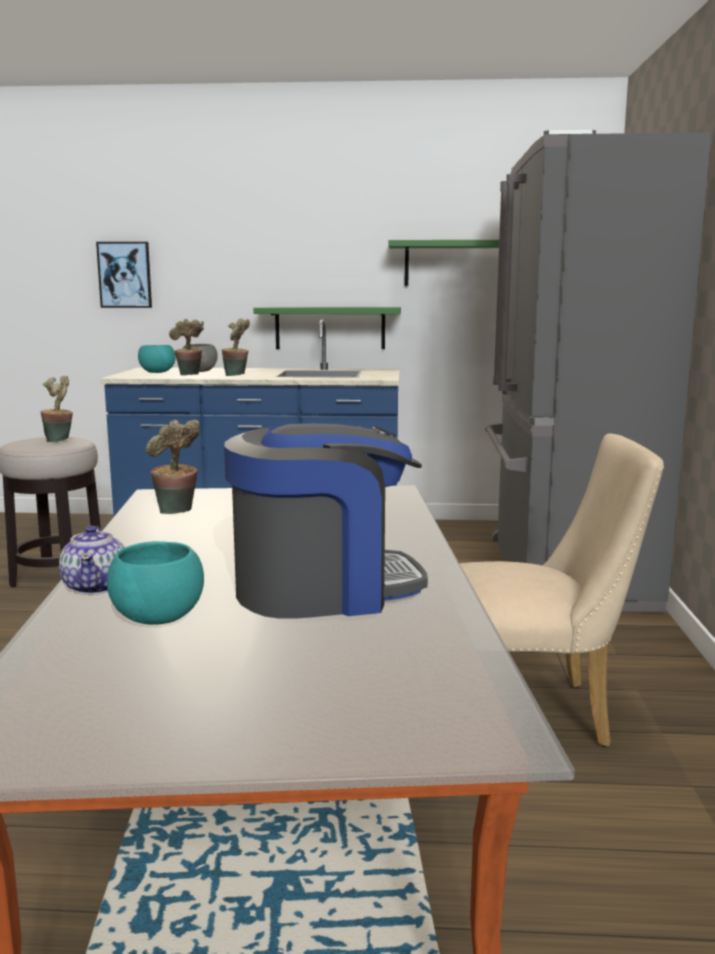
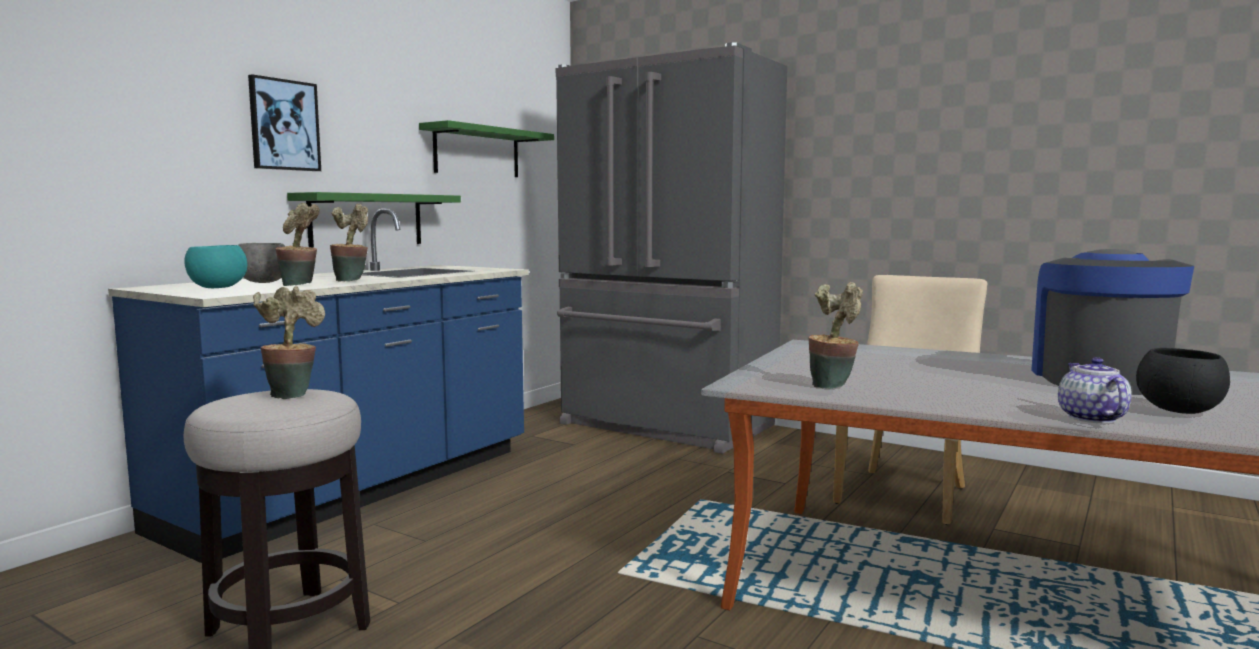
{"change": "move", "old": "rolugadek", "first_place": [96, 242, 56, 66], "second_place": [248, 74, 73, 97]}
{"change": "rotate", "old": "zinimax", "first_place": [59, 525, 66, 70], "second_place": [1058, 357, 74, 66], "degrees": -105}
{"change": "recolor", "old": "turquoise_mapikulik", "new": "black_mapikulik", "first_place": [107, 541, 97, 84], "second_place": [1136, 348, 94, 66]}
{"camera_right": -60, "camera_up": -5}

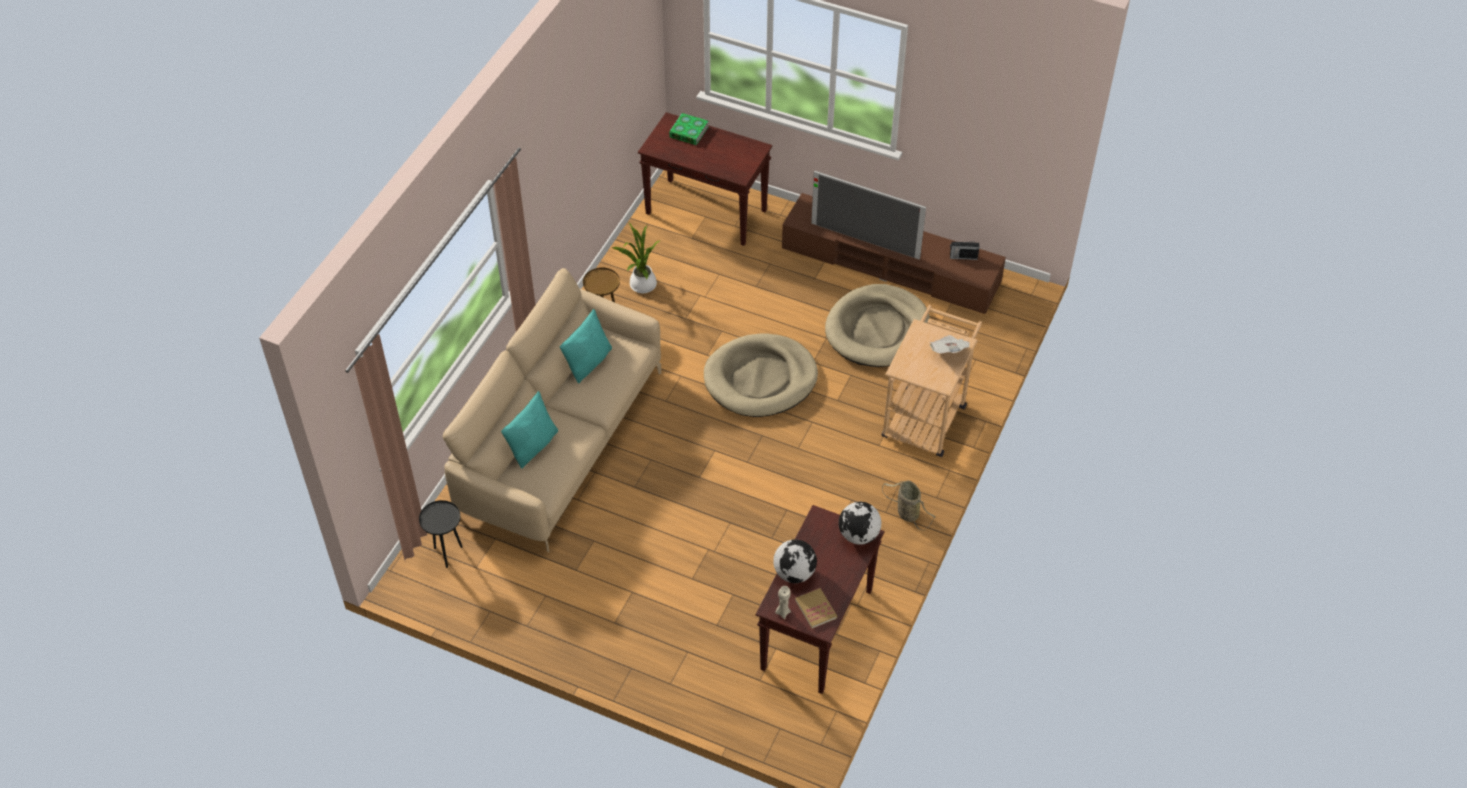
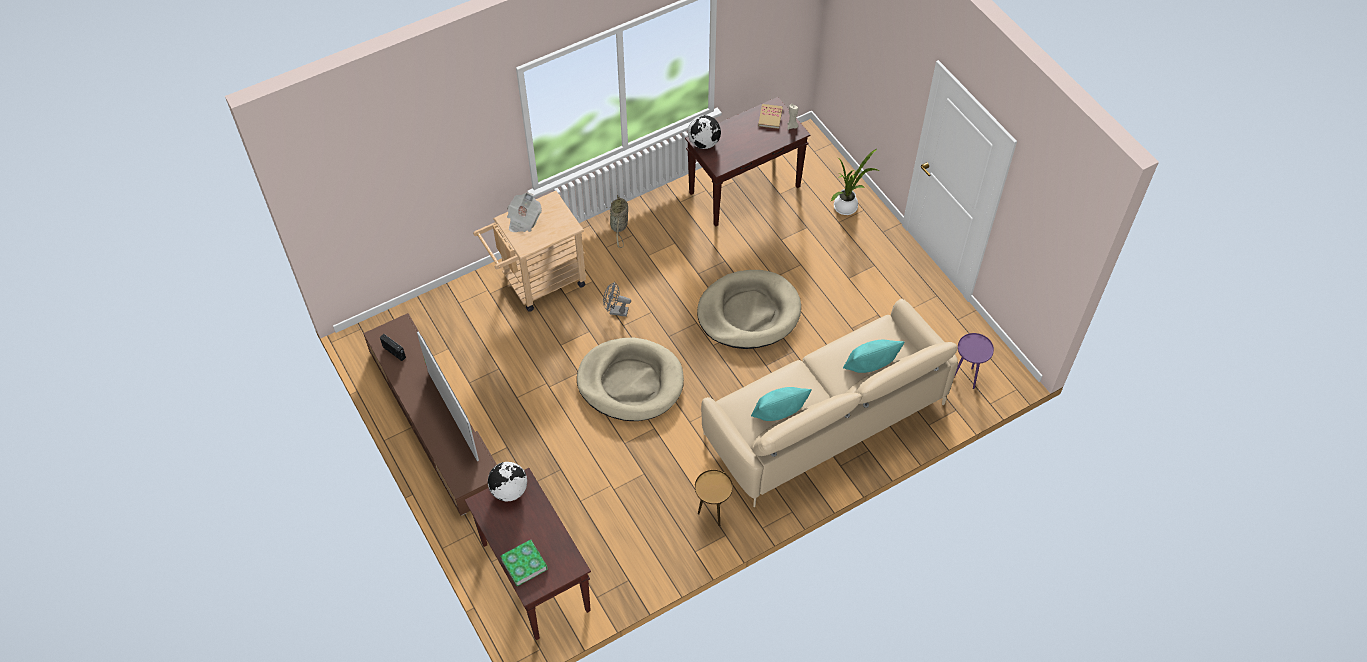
{"change": "move", "old": "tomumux", "first_place": [612, 223, 49, 70], "second_place": [831, 149, 49, 66]}
{"change": "move", "old": "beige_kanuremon", "first_place": [825, 284, 105, 83], "second_place": [697, 270, 104, 79]}
{"change": "recolor", "old": "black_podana", "new": "purple_podana", "first_place": [419, 500, 44, 68], "second_place": [954, 333, 40, 56]}
{"change": "move", "old": "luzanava", "first_place": [773, 539, 44, 44], "second_place": [488, 462, 39, 39]}
{"change": "insert", "new": "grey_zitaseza", "second_place": [603, 282, 28, 35]}
{"camera_right": -145, "camera_up": 5}

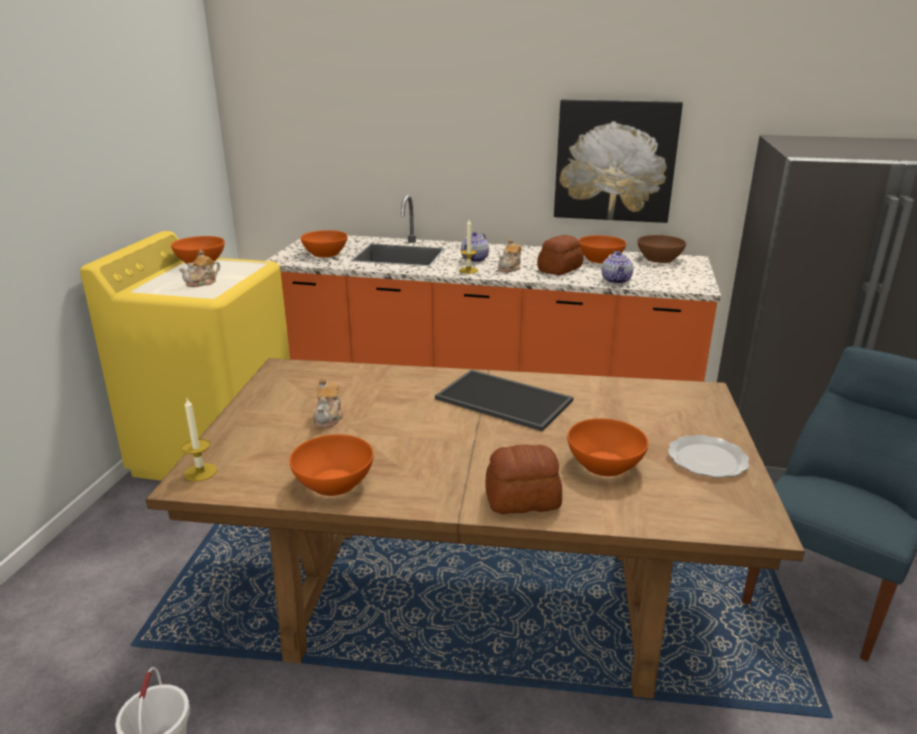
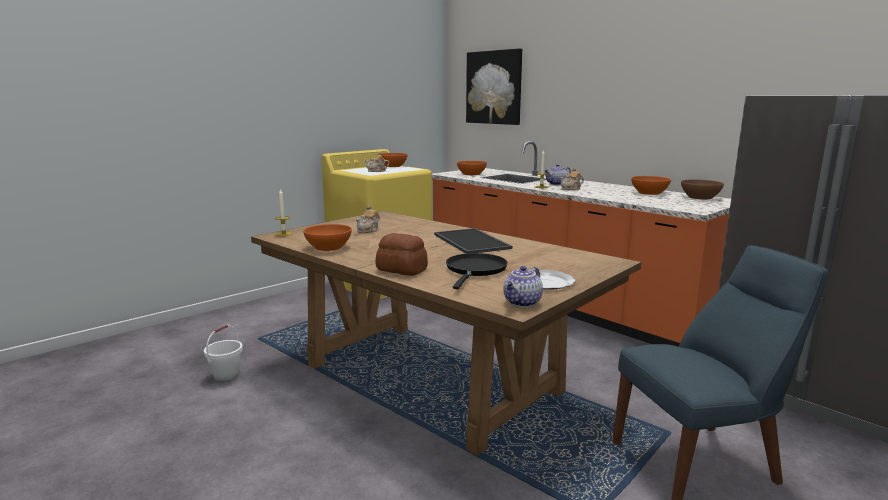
{"change": "move", "old": "rolugadek", "first_place": [554, 99, 129, 124], "second_place": [466, 48, 56, 77]}
{"change": "delete", "old": "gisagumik", "first_place": [537, 235, 46, 40]}
{"change": "move", "old": "zinimax", "first_place": [602, 251, 31, 33], "second_place": [504, 266, 39, 41]}
{"change": "replace", "old": "orange_mapikulik", "new": "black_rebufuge", "first_place": [567, 418, 81, 59], "second_place": [446, 253, 62, 36]}
{"camera_right": 35, "camera_up": -10}

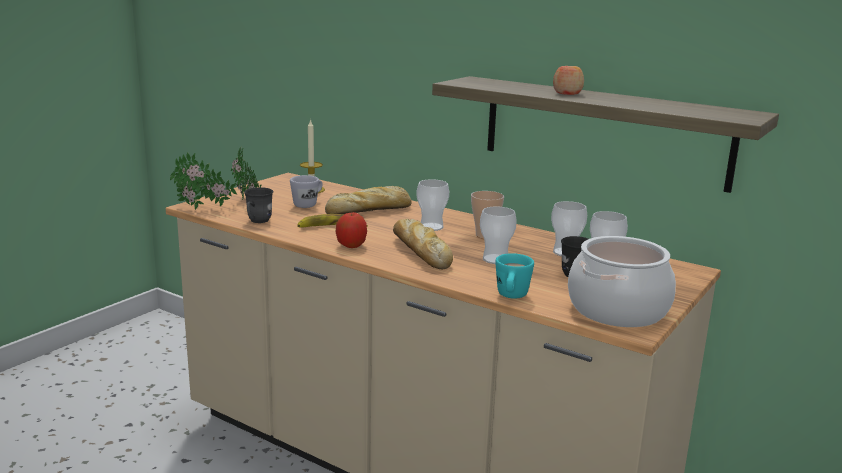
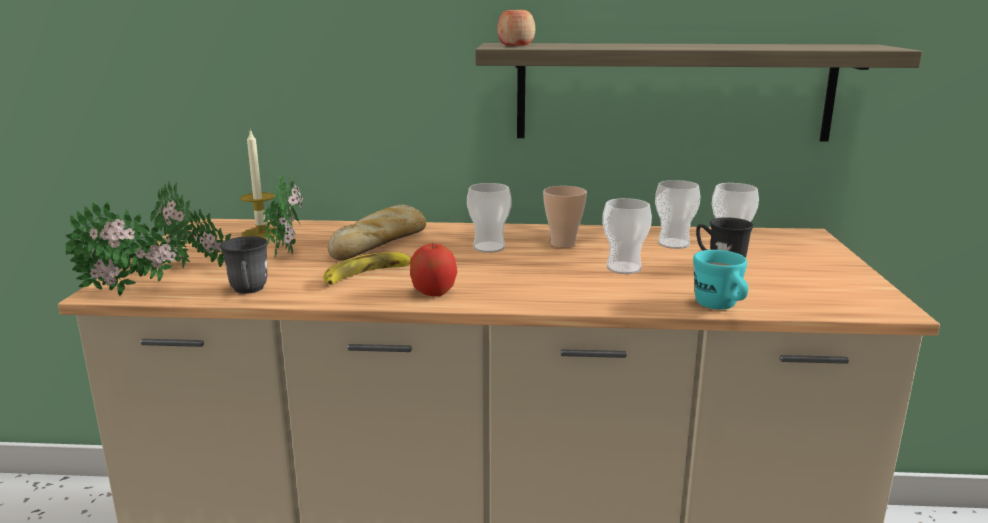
{"change": "move", "old": "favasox", "first_place": [553, 66, 31, 29], "second_place": [497, 10, 38, 36]}
{"change": "replace", "old": "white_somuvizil", "new": "tomumux", "first_place": [290, 175, 33, 33], "second_place": [263, 173, 40, 85]}
{"change": "delete", "old": "gisagumik", "first_place": [393, 219, 60, 50]}
{"change": "delete", "old": "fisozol", "first_place": [568, 236, 108, 91]}
{"camera_right": -30, "camera_up": 0}

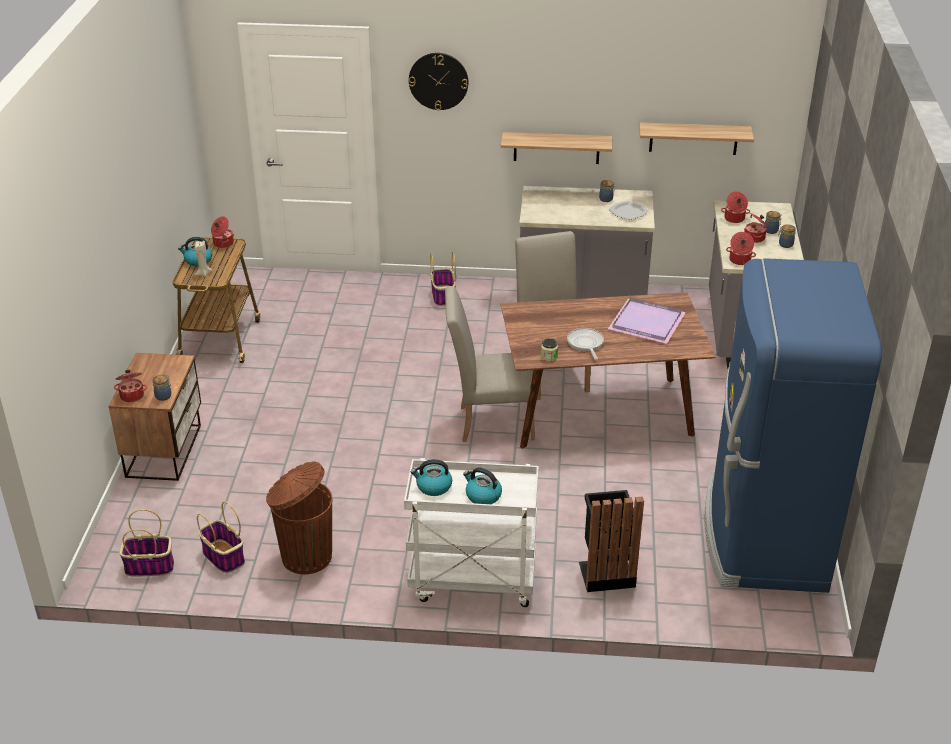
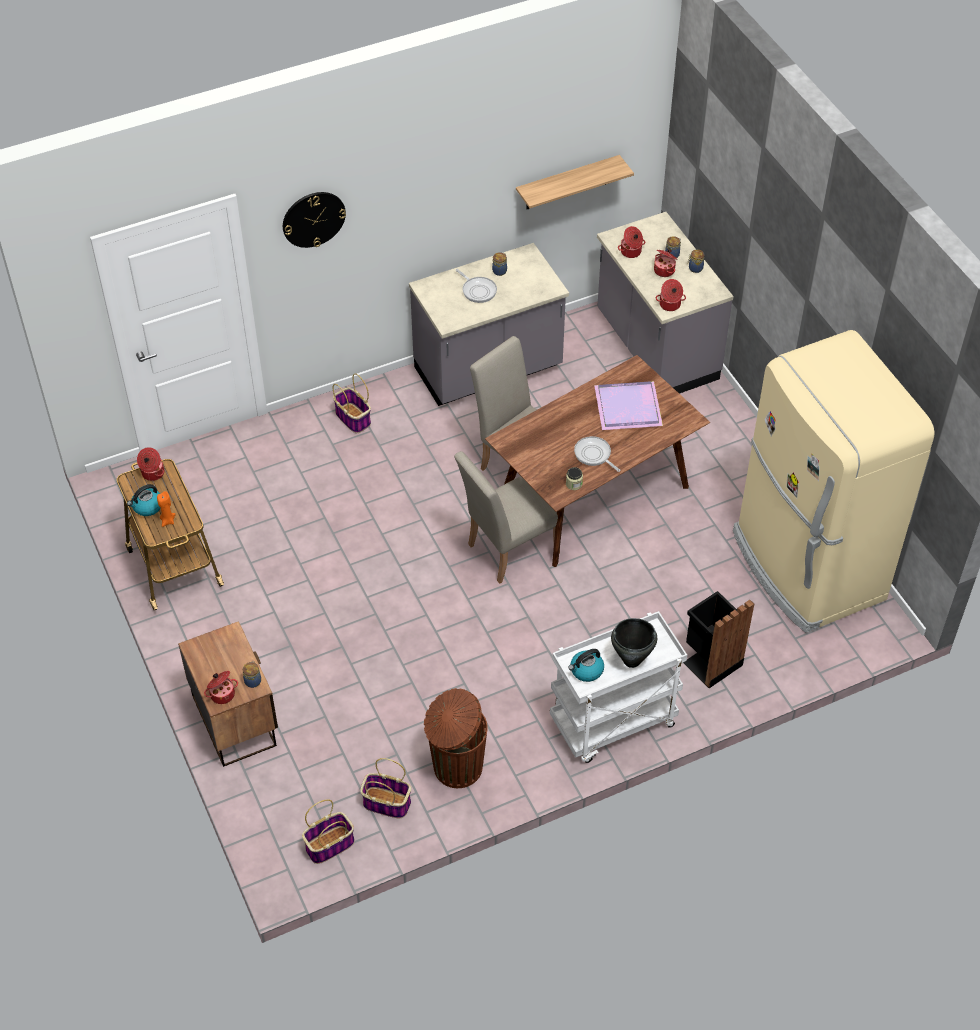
{"change": "delete", "old": "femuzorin", "first_place": [501, 132, 111, 32]}
{"change": "delete", "old": "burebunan", "first_place": [609, 200, 40, 20]}
{"change": "recolor", "old": "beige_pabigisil", "new": "orange_pabigisil", "first_place": [195, 241, 18, 36], "second_place": [157, 491, 19, 36]}
{"change": "recolor", "old": "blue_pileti", "new": "beige_pileti", "first_place": [705, 258, 177, 335], "second_place": [733, 330, 202, 303]}
{"change": "replace", "old": "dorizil", "new": "black_fisozol", "first_place": [463, 468, 39, 36], "second_place": [611, 618, 46, 50]}
{"change": "insert", "new": "rebufuge", "second_place": [456, 269, 41, 34]}
{"camera_right": -30, "camera_up": 15}

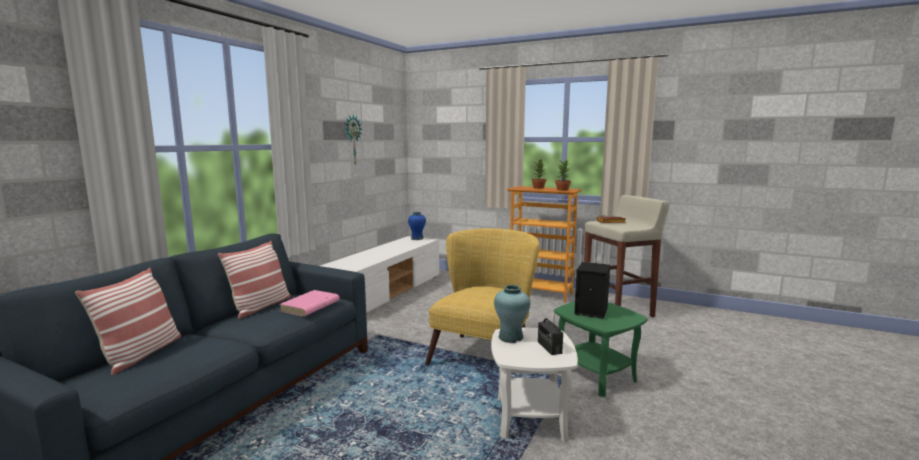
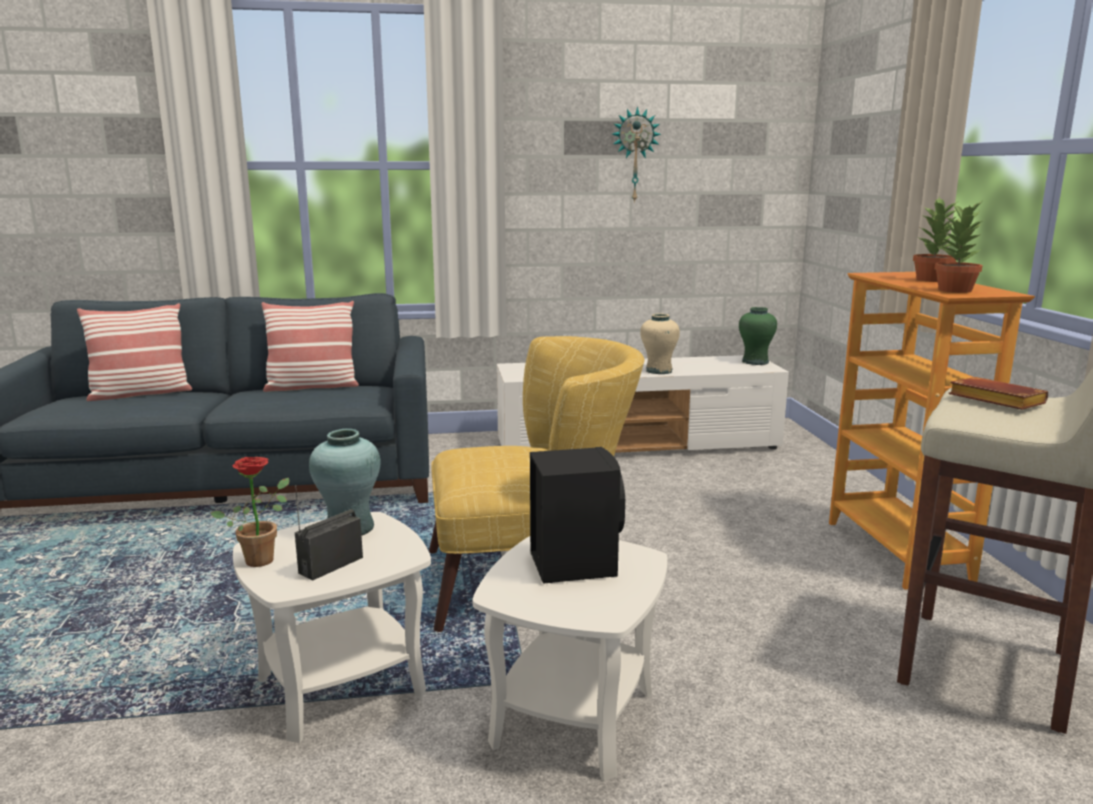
{"change": "recolor", "old": "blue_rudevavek", "new": "green_rudevavek", "first_place": [408, 212, 18, 28], "second_place": [739, 307, 38, 58]}
{"change": "delete", "old": "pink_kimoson", "first_place": [280, 290, 60, 27]}
{"change": "recolor", "old": "green_podana", "new": "white_podana", "first_place": [554, 302, 94, 95], "second_place": [472, 536, 196, 245]}
{"change": "insert", "new": "beige_rudevavek", "second_place": [640, 313, 40, 61]}
{"change": "insert", "new": "tomumux", "second_place": [211, 457, 78, 110]}
{"camera_right": 55, "camera_up": 5}

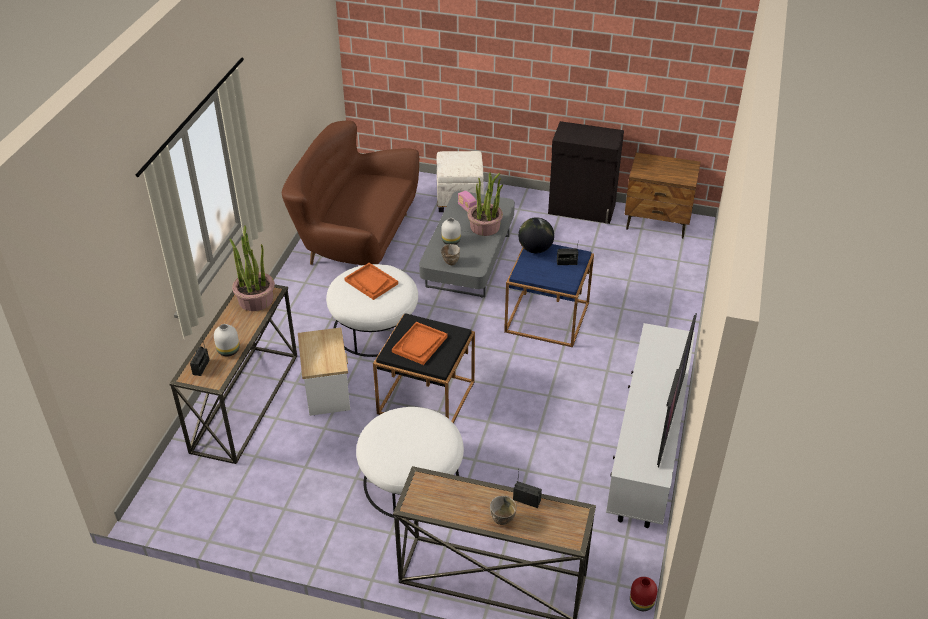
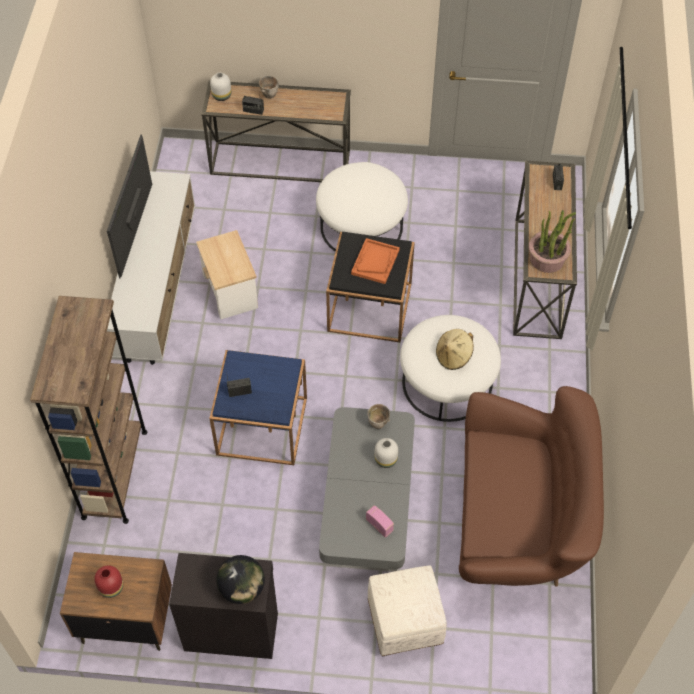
{"change": "delete", "old": "tomumux", "first_place": [467, 172, 36, 64]}
{"change": "move", "old": "luzanava", "first_place": [518, 217, 36, 36], "second_place": [217, 555, 48, 49]}
{"change": "replace", "old": "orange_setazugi", "new": "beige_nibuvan", "first_place": [344, 263, 54, 37], "second_place": [436, 329, 38, 41]}
{"change": "move", "old": "white_rudevavek", "first_place": [214, 324, 25, 33], "second_place": [210, 72, 21, 29]}
{"change": "move", "old": "podana", "first_place": [298, 328, 52, 88], "second_place": [196, 230, 62, 89]}
{"change": "move", "old": "red_rudevavek", "first_place": [630, 577, 27, 34], "second_place": [94, 565, 29, 33]}
{"change": "insert", "new": "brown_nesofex", "second_place": [30, 296, 117, 228]}
{"camera_right": 170, "camera_up": 15}

